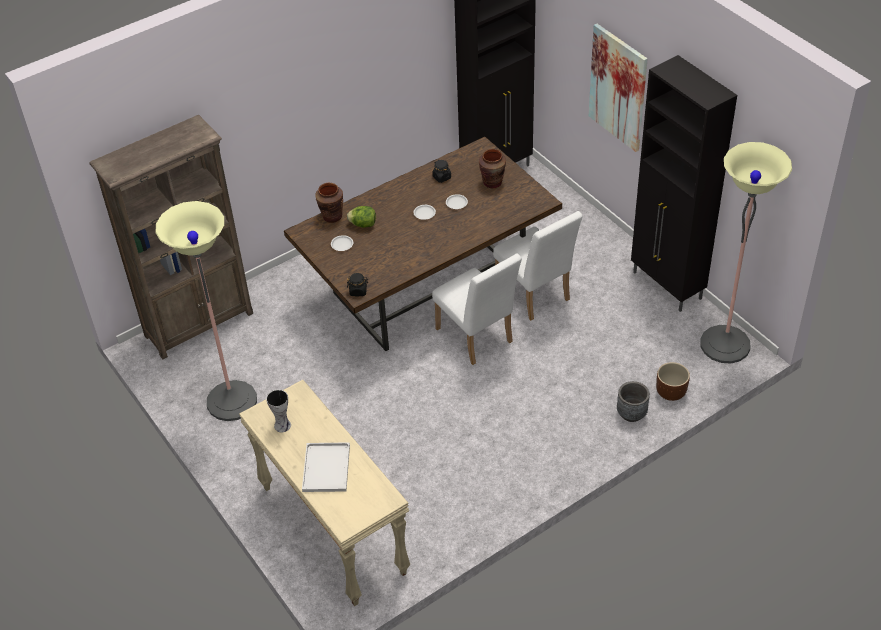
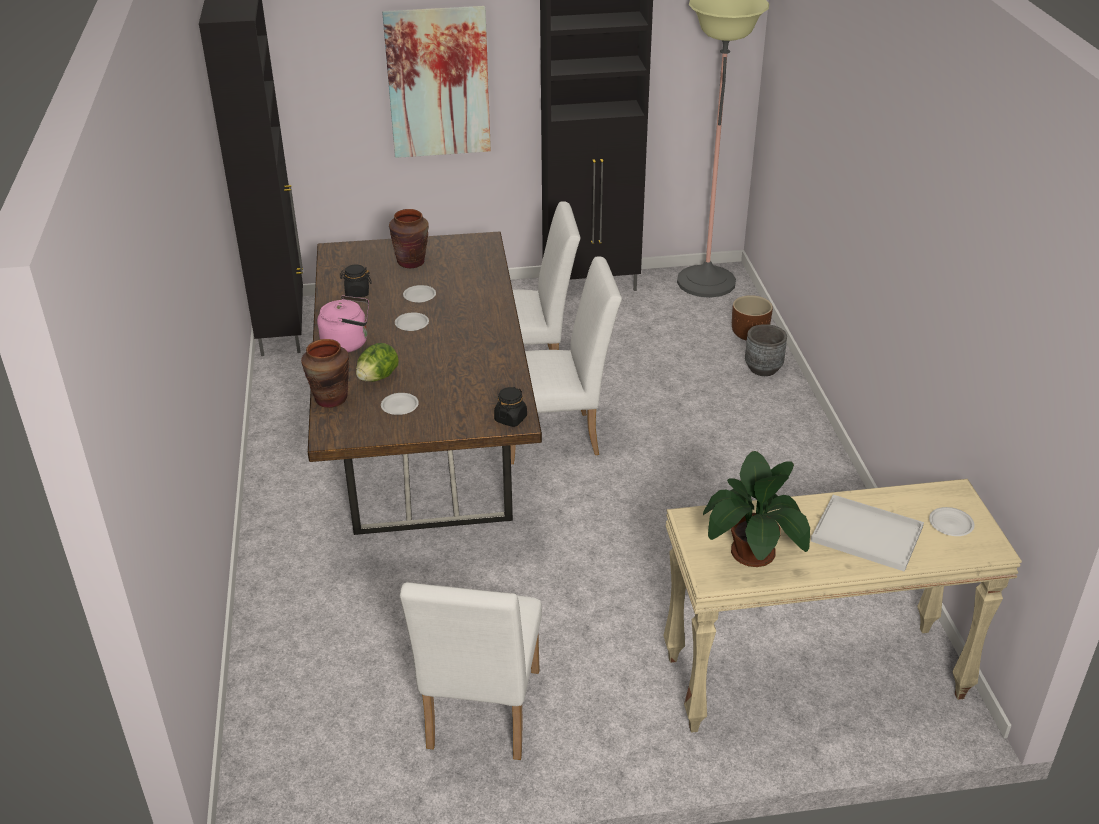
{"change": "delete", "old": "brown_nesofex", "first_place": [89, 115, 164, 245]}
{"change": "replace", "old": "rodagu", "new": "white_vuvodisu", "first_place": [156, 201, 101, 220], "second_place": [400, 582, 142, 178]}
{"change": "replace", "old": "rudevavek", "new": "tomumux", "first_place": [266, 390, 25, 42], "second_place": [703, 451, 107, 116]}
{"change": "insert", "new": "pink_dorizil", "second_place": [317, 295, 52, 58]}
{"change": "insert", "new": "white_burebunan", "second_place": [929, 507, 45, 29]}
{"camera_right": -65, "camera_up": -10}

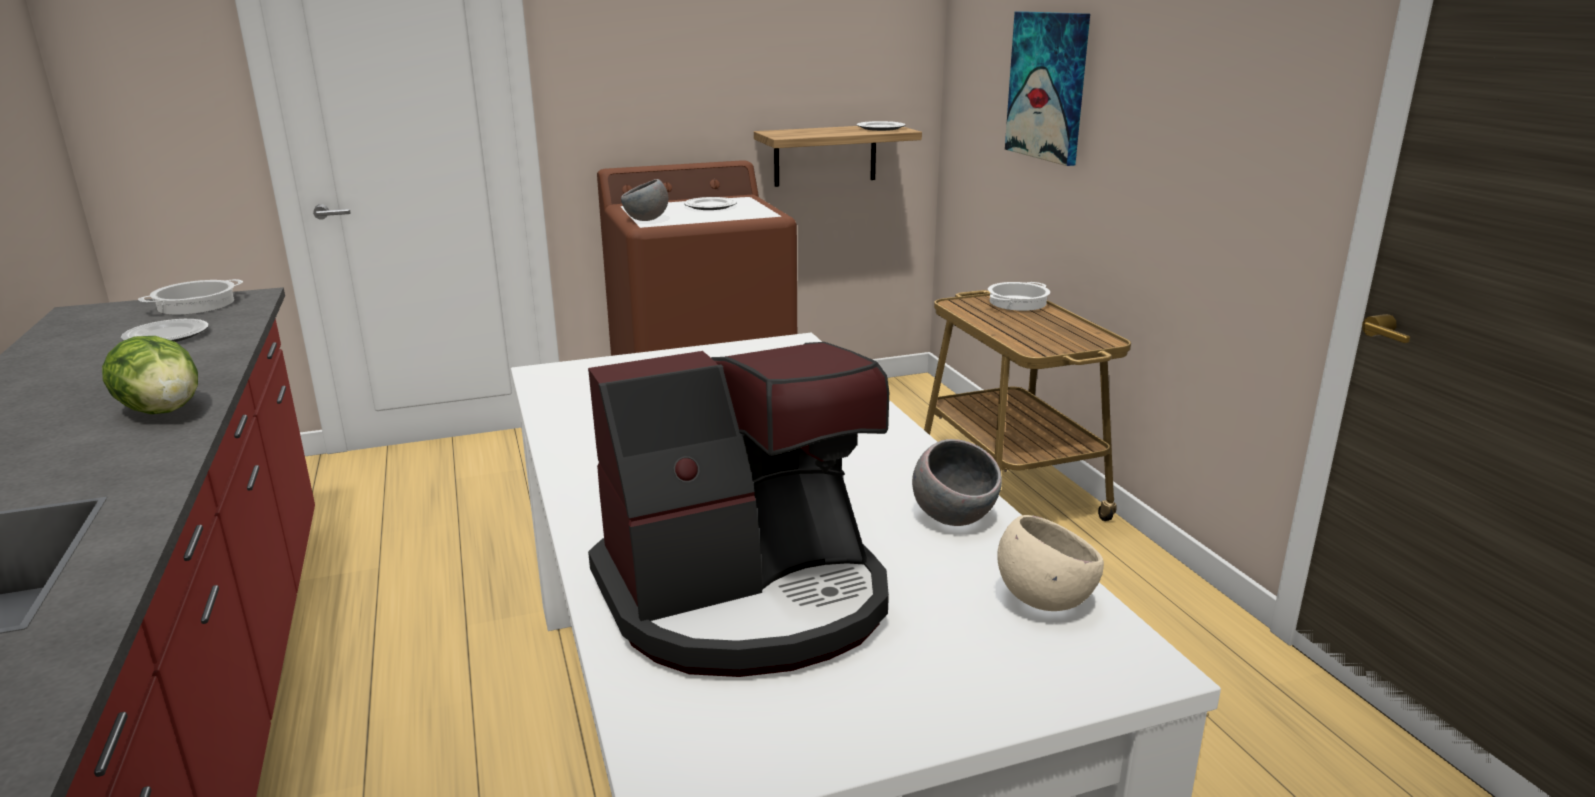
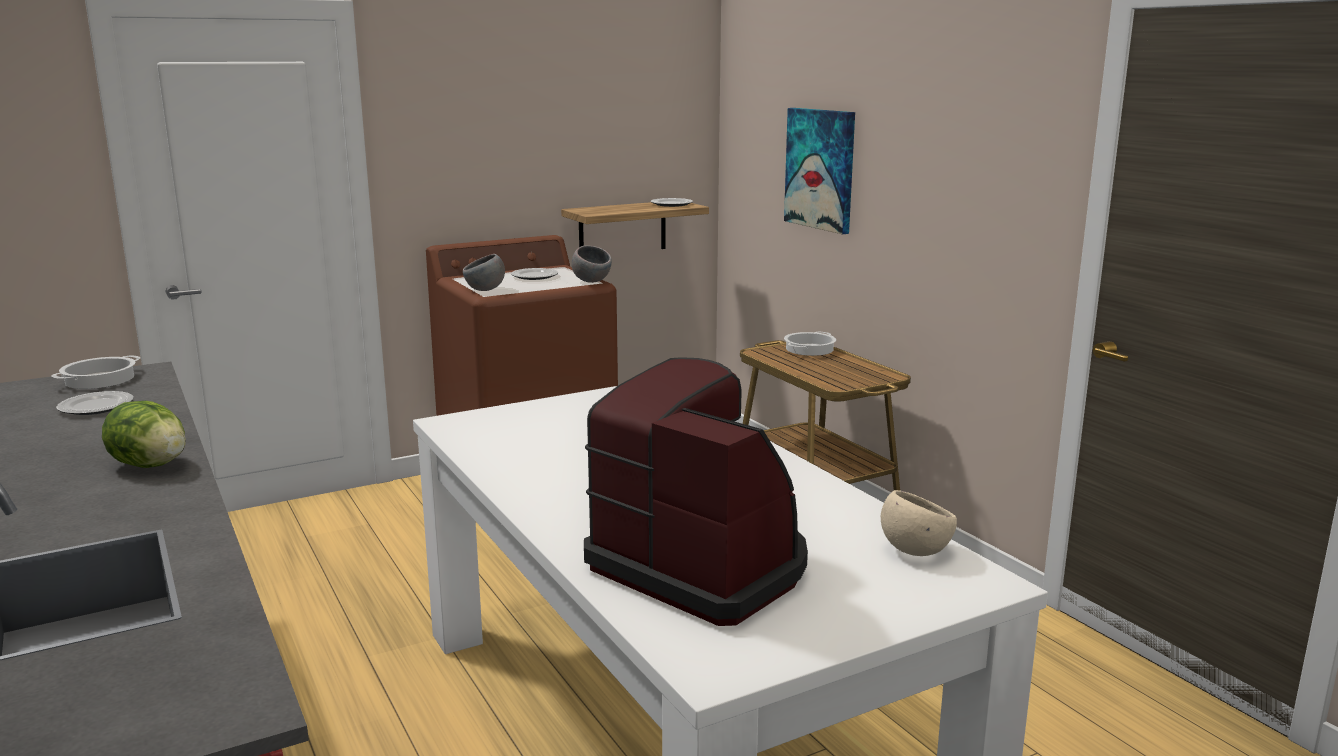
{"change": "rotate", "old": "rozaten", "first_place": [588, 342, 301, 335], "second_place": [584, 357, 224, 269], "degrees": -105}
{"change": "move", "old": "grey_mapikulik", "first_place": [912, 439, 90, 87], "second_place": [571, 245, 41, 38]}
{"camera_right": -10, "camera_up": -5}

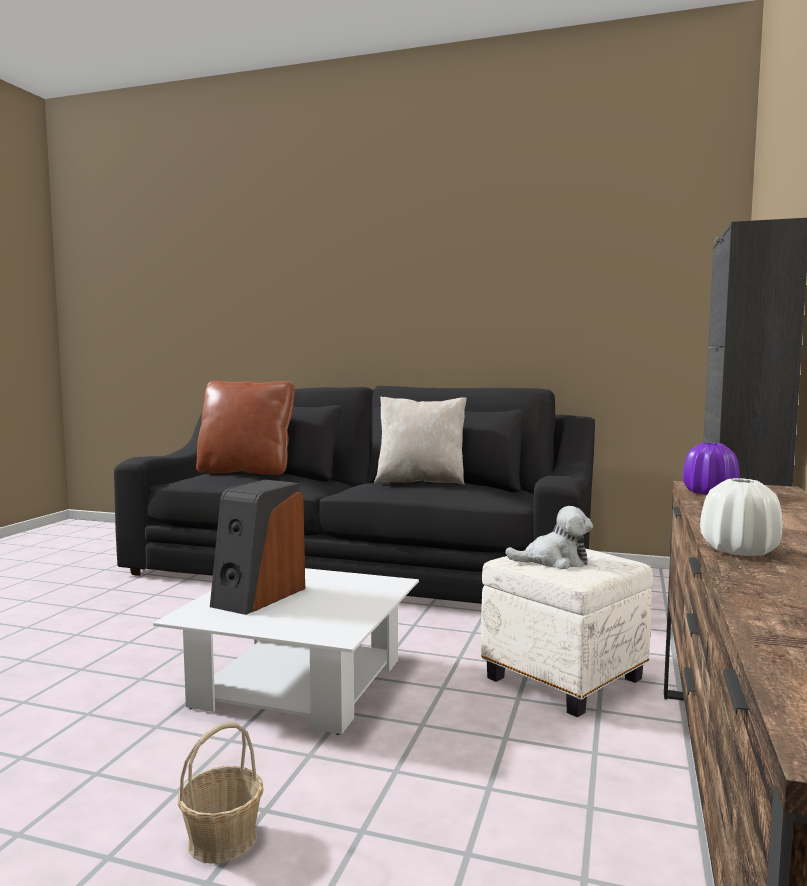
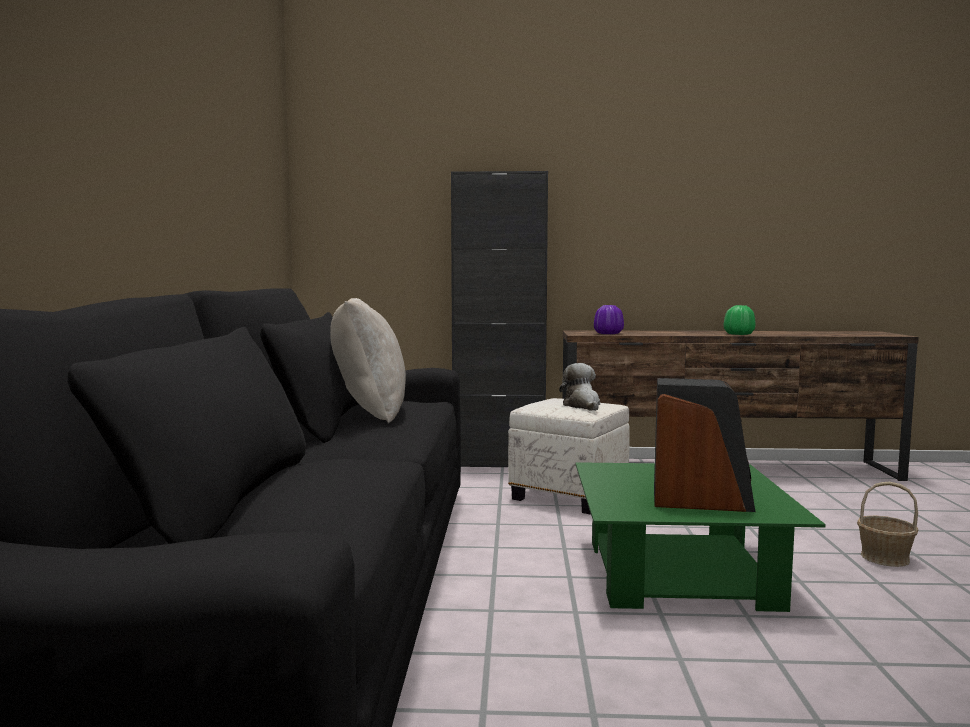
{"change": "delete", "old": "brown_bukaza", "first_place": [196, 381, 99, 94]}
{"change": "recolor", "old": "white_rudevavek", "new": "green_rudevavek", "first_place": [700, 478, 83, 78], "second_place": [724, 305, 32, 30]}
{"change": "recolor", "old": "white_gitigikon", "new": "green_gitigikon", "first_place": [153, 568, 266, 167], "second_place": [576, 462, 250, 150]}
{"camera_right": -105, "camera_up": 0}

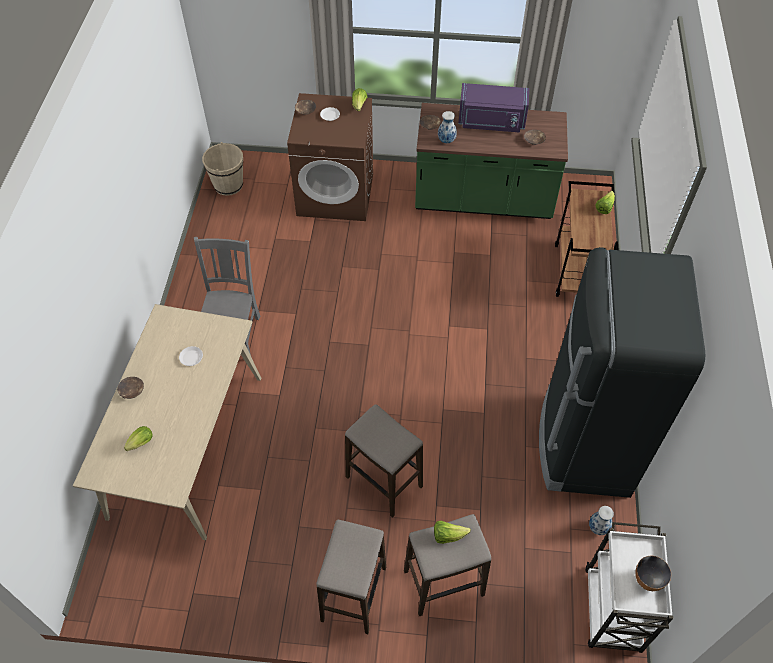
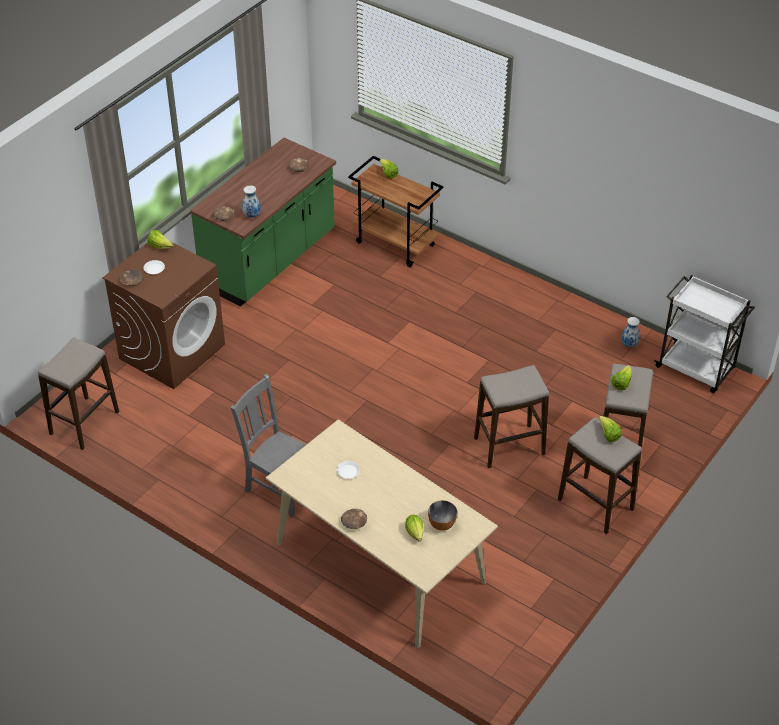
{"change": "delete", "old": "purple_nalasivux", "first_place": [459, 83, 70, 50]}
{"change": "replace", "old": "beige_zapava", "new": "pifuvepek", "first_place": [202, 142, 41, 54], "second_place": [38, 337, 81, 113]}
{"change": "delete", "old": "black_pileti", "first_place": [539, 247, 166, 251]}
{"change": "move", "old": "mapikulik", "first_place": [636, 555, 35, 36], "second_place": [428, 500, 29, 31]}
{"change": "insert", "new": "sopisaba", "second_place": [598, 416, 24, 26]}
{"camera_right": -60, "camera_up": -10}

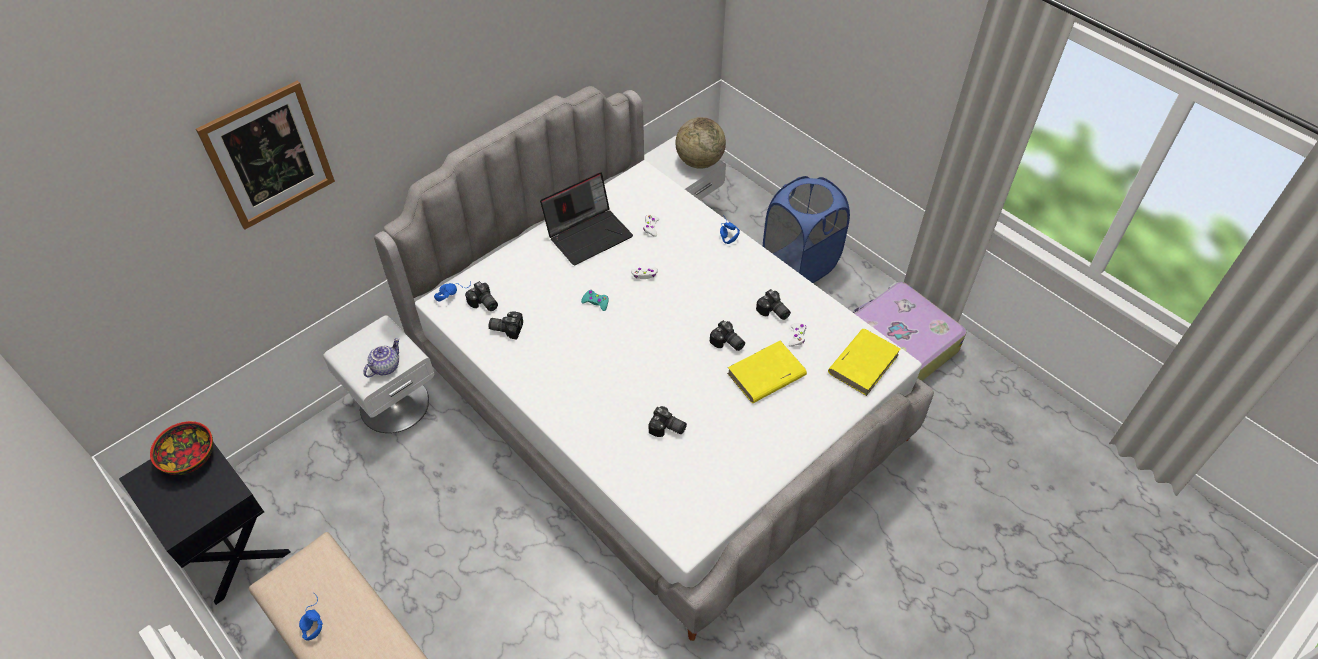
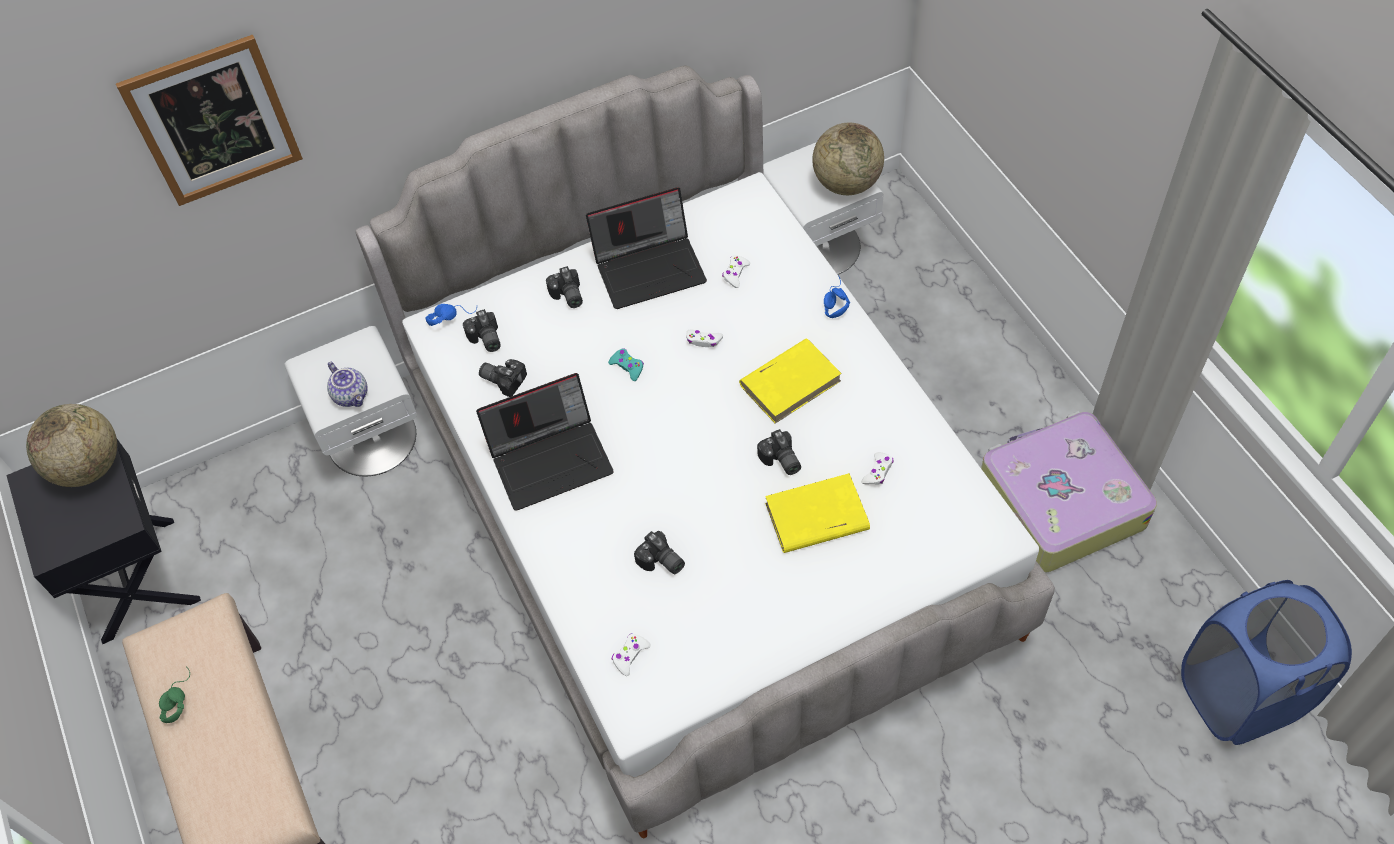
{"change": "move", "old": "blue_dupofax", "first_place": [763, 176, 87, 107], "second_place": [1181, 580, 171, 165]}
{"change": "move", "old": "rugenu", "first_place": [756, 289, 35, 31], "second_place": [546, 266, 37, 42]}
{"change": "move", "old": "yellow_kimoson", "first_place": [828, 329, 73, 67], "second_place": [739, 339, 103, 85]}
{"change": "rotate", "old": "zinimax", "first_place": [363, 338, 37, 40], "second_place": [327, 362, 41, 45], "degrees": 90}
{"change": "replace", "old": "mapikulik", "new": "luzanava", "first_place": [150, 421, 63, 54], "second_place": [26, 404, 91, 83]}
{"change": "recolor", "old": "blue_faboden", "new": "green_faboden", "first_place": [299, 593, 24, 47], "second_place": [159, 668, 31, 55]}
{"change": "insert", "new": "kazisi", "second_place": [476, 373, 138, 138]}
{"change": "insert", "new": "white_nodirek", "second_place": [612, 634, 39, 42]}
{"camera_right": 20, "camera_up": 5}

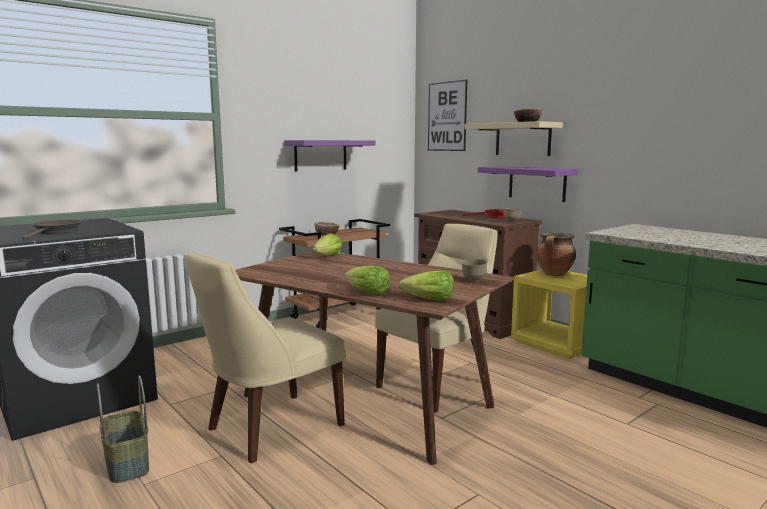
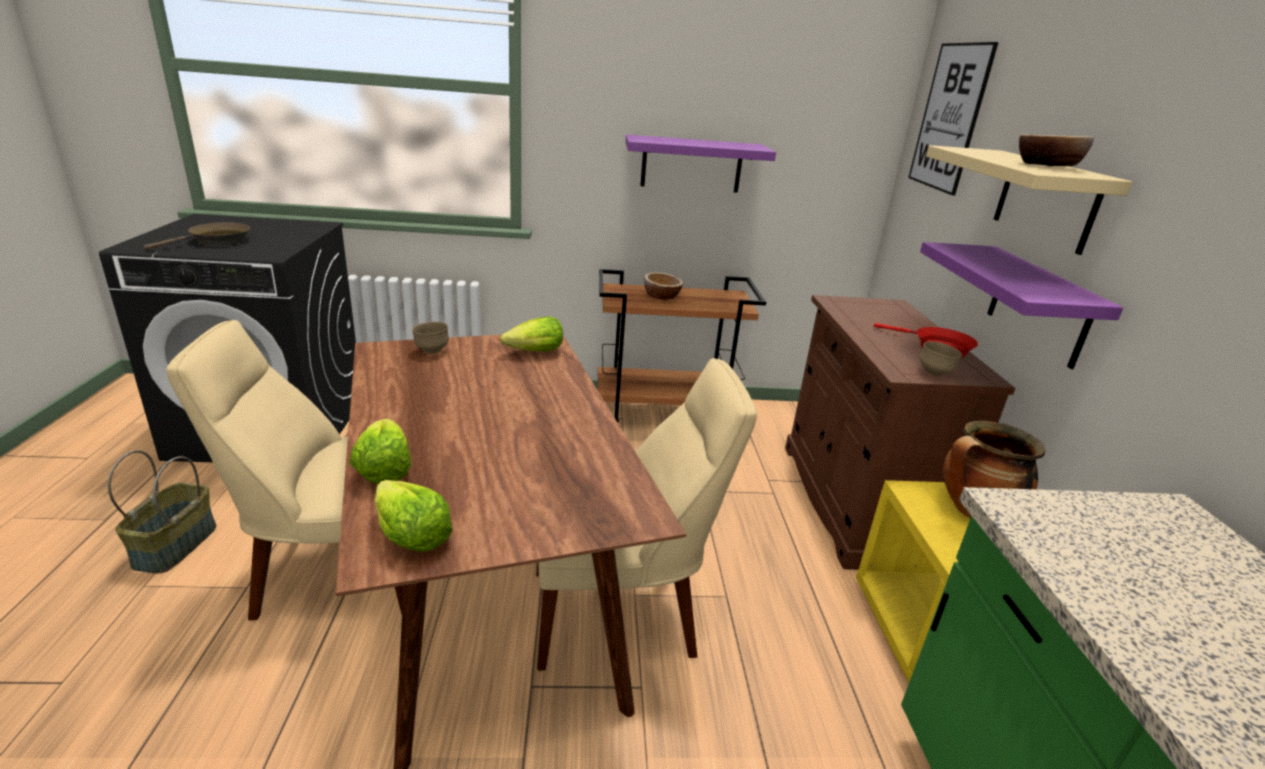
{"change": "move", "old": "brown_mapikulik", "first_place": [461, 259, 26, 23], "second_place": [412, 322, 37, 32]}
{"camera_right": 35, "camera_up": 15}

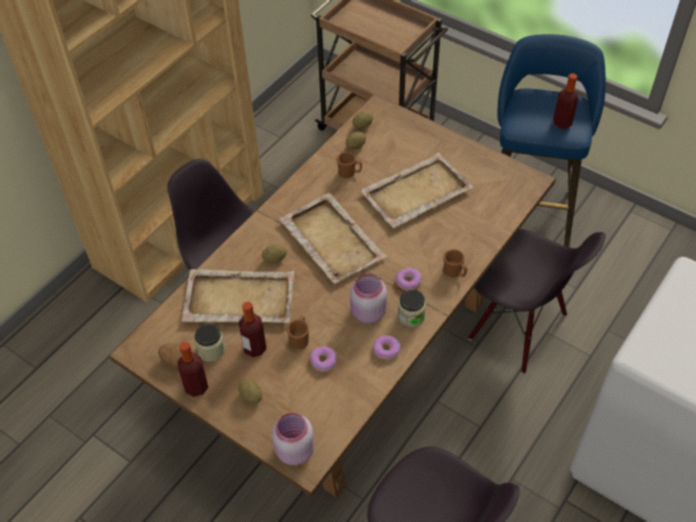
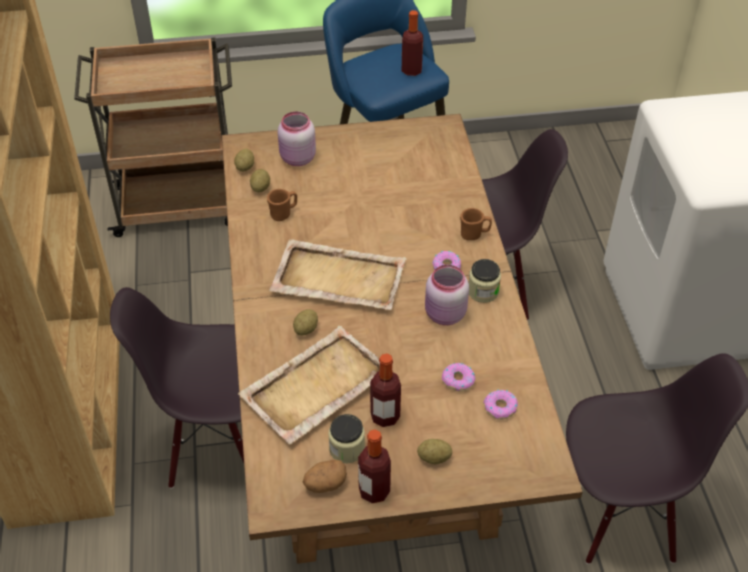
{"change": "delete", "old": "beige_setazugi", "first_place": [360, 153, 113, 75]}
{"change": "delete", "old": "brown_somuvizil", "first_place": [287, 316, 22, 33]}
{"change": "move", "old": "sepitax", "first_place": [373, 335, 28, 25], "second_place": [484, 389, 34, 31]}
{"change": "move", "old": "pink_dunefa", "first_place": [272, 413, 42, 52], "second_place": [278, 111, 38, 55]}
{"camera_right": -45, "camera_up": -5}

